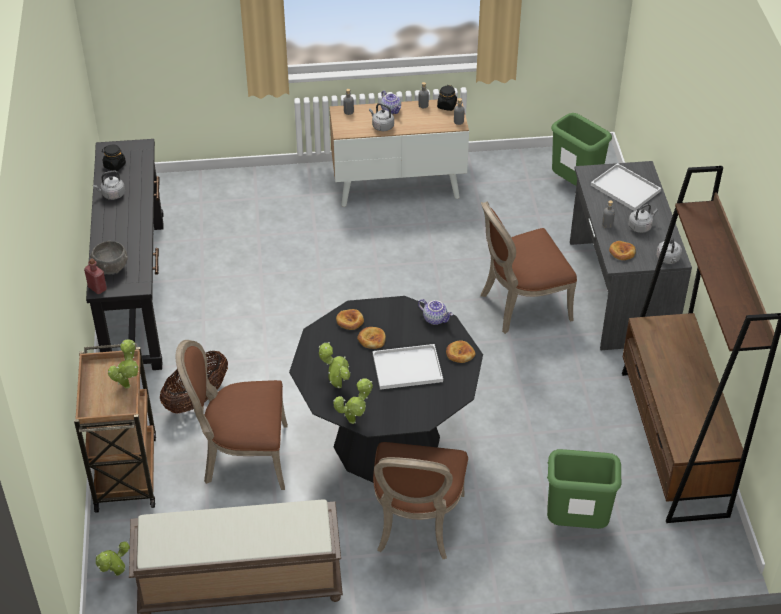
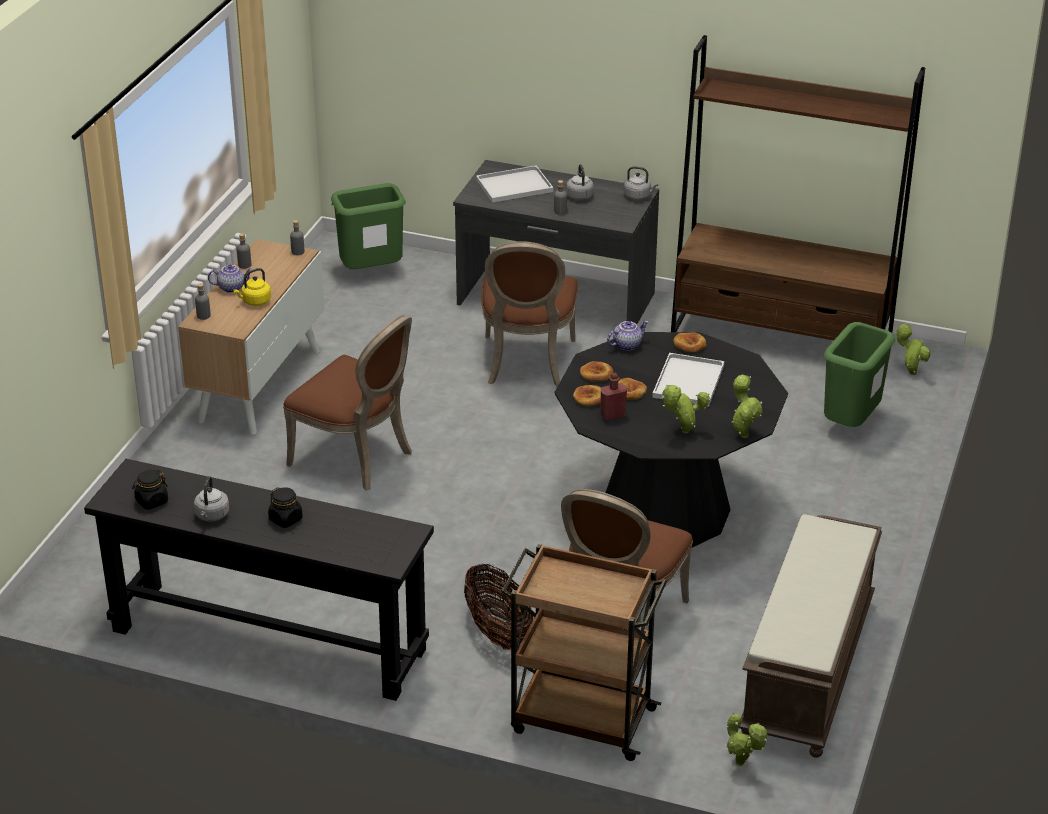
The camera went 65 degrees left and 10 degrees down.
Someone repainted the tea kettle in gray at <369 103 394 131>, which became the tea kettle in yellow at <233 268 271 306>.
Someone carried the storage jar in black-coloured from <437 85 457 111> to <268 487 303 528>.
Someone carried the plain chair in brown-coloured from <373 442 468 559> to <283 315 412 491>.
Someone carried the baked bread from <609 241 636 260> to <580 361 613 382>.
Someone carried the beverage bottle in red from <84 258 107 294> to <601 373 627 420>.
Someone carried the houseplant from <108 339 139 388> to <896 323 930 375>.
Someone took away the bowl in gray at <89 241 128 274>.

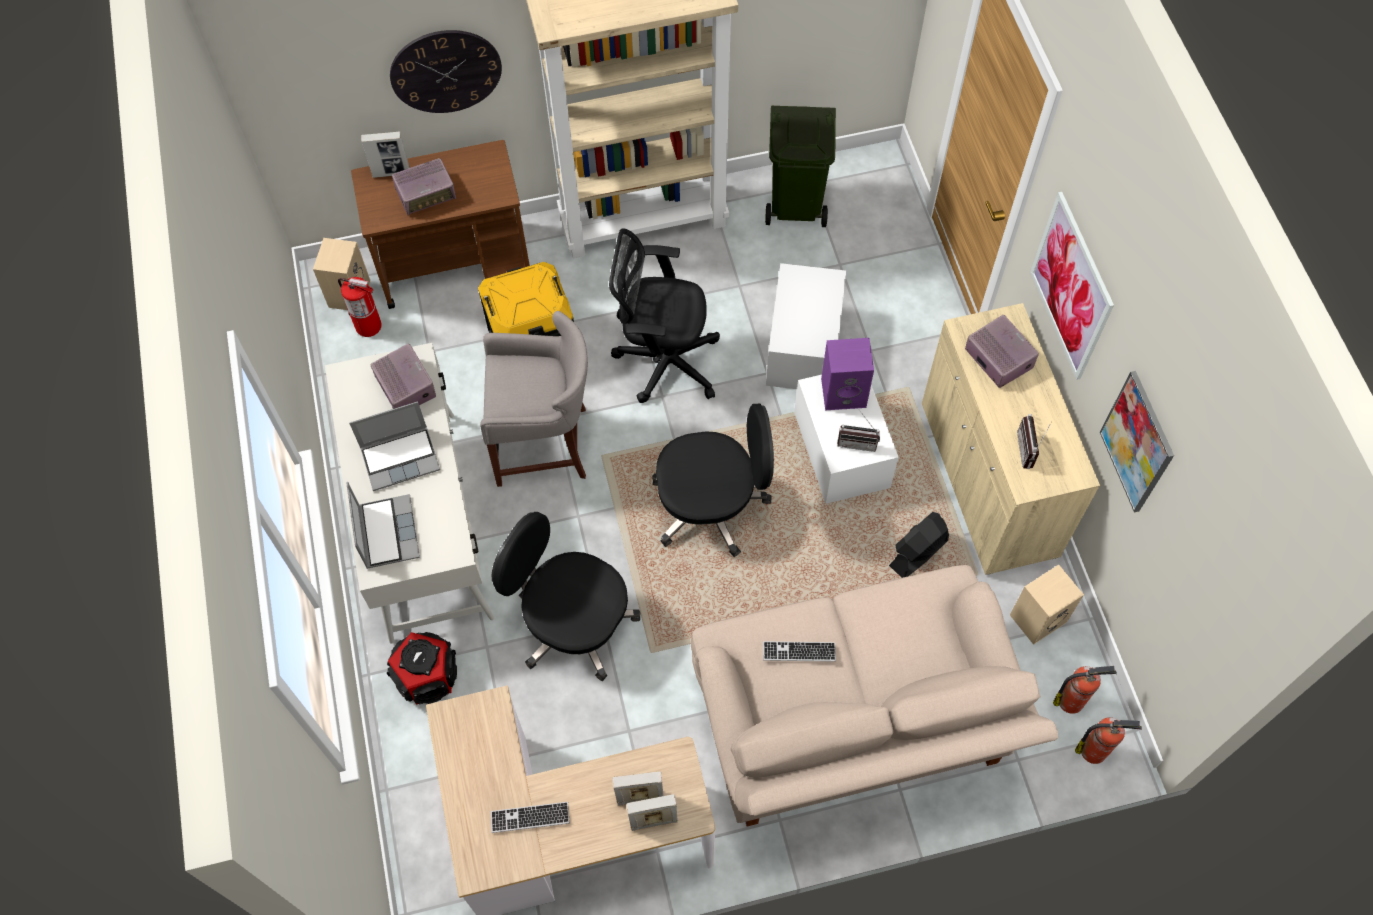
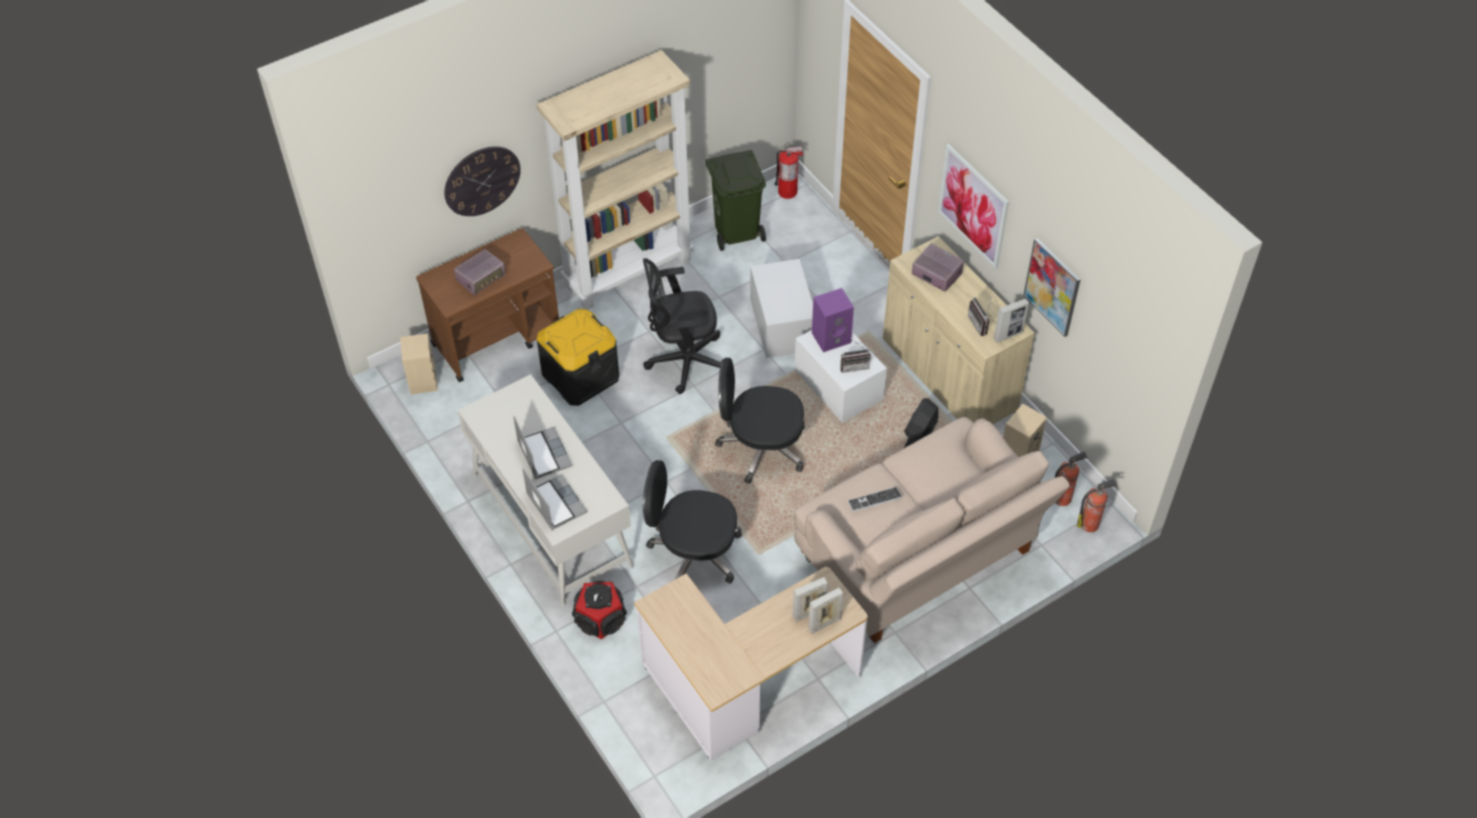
The camera went 20 degrees left and 10 degrees down.
Someone rotated the notebook computer at <349 401 440 491> by 75 degrees counterclockwise.
Someone rotated the desk chair in black-coloured at <652 404 774 557> by 150 degrees counterclockwise.
Someone carried the fire-fighting cylinder from <338 277 382 337> to <775 146 803 199>.
Someone carried the photo frame from <361 131 410 178> to <994 299 1029 343>.
Someone took away the radio set at <371 344 436 409>.
Someone took away the stool seat in gray at <480 311 588 487>.
Someone took away the computer keyboard at <490 802 570 833>.

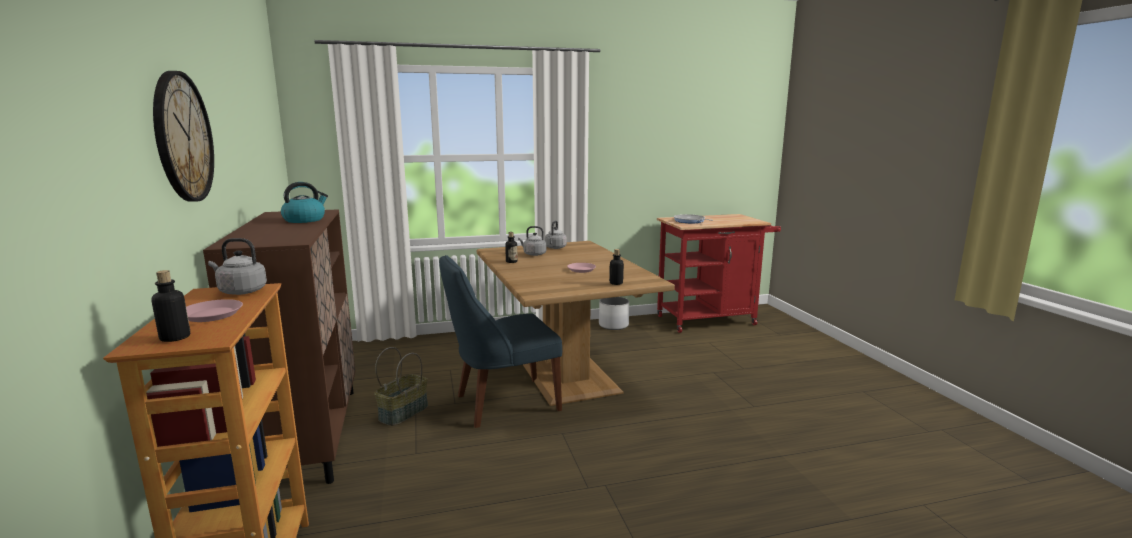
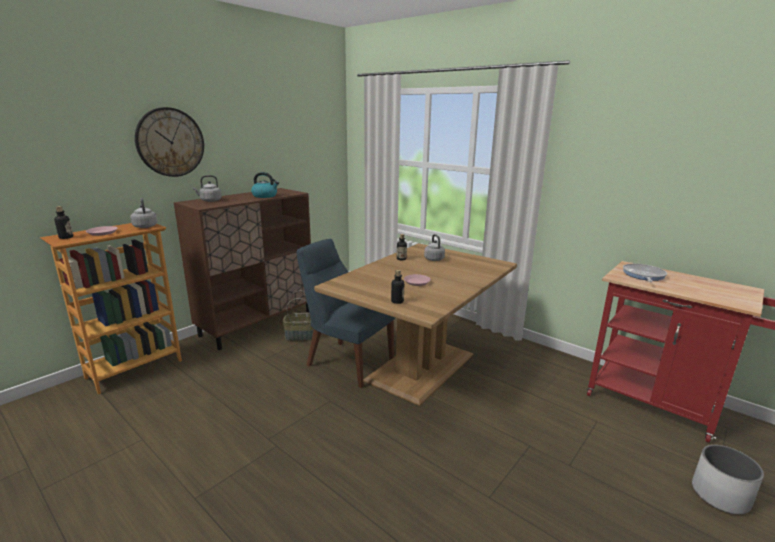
The camera went 55 degrees right and 5 degrees up.
Someone carried the tea kettle in gray from <545 220 567 249> to <193 175 222 202>.
Someone carried the flower pot in white from <599 297 629 330> to <692 445 764 515>.

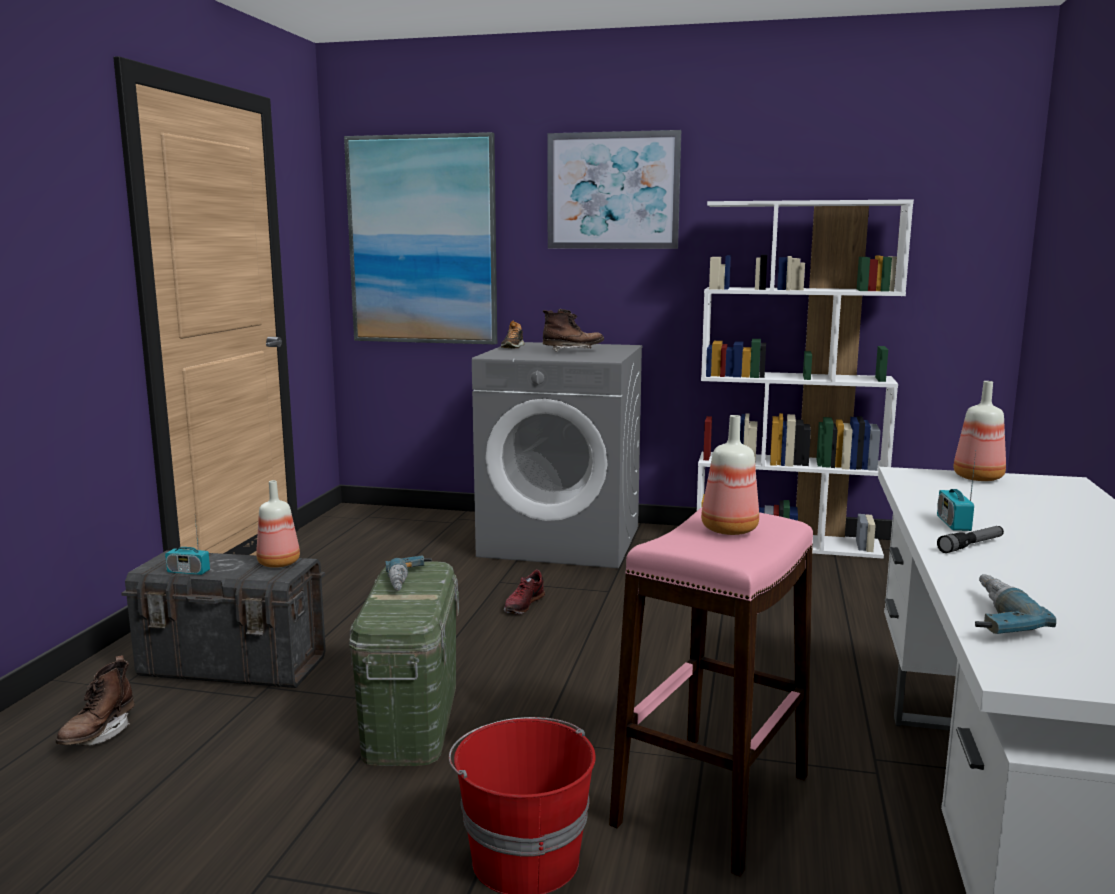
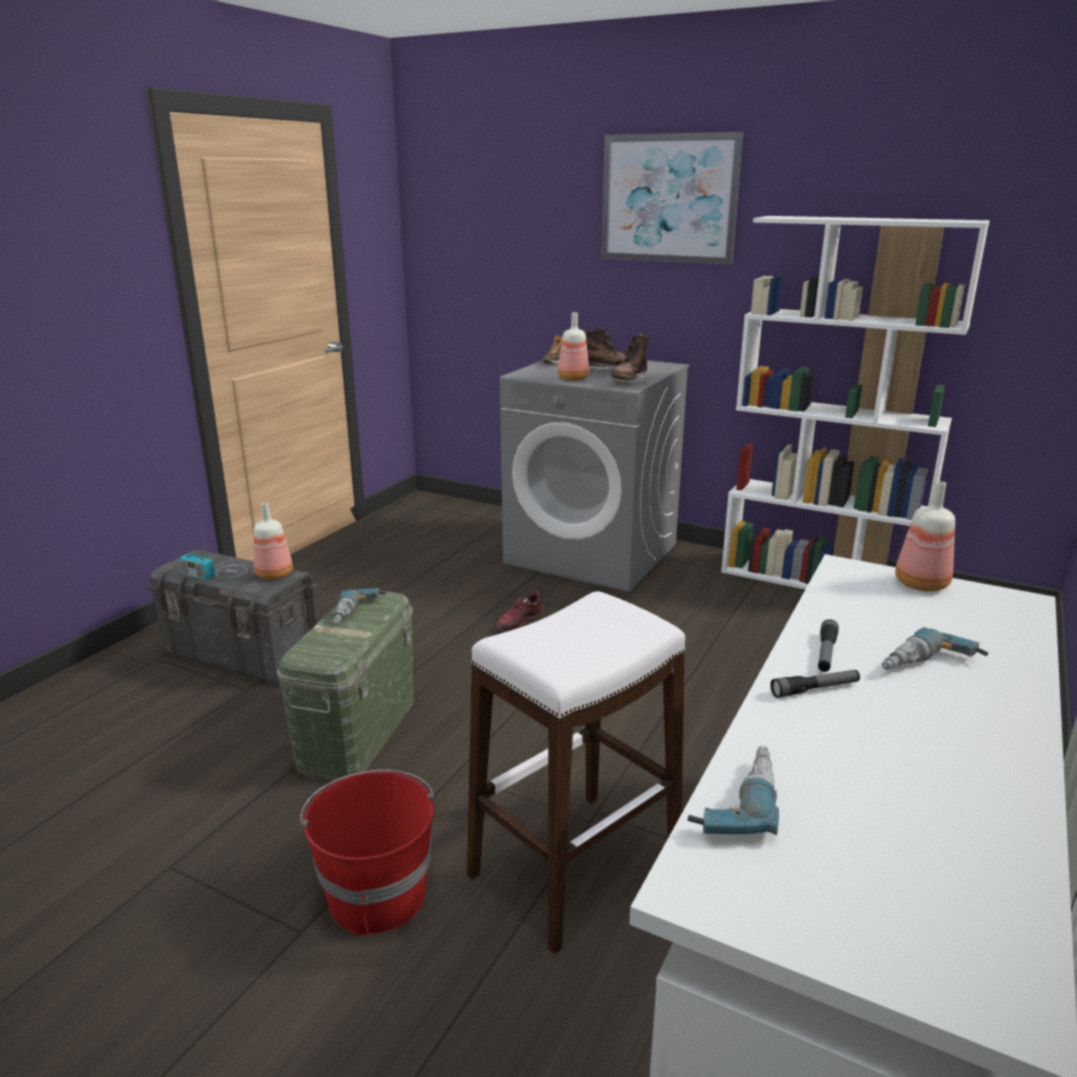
The camera went 15 degrees right and 10 degrees up.
Someone repainted the stool seat in pink-coloured at <609 508 813 877>, which became the stool seat in white at <467 591 685 954>.
Someone carried the beverage bottle from <701 415 759 535> to <558 312 589 381>.
Someone carried the boot in brown-coloured from <56 655 135 746> to <610 333 650 384>.
Someone swapped the radio set at <937 450 976 531> for the hand torch at <818 619 839 672>.
Someone put down the electric drill at <882 627 988 670>.
Someone took away the wall art at <344 132 497 344>.

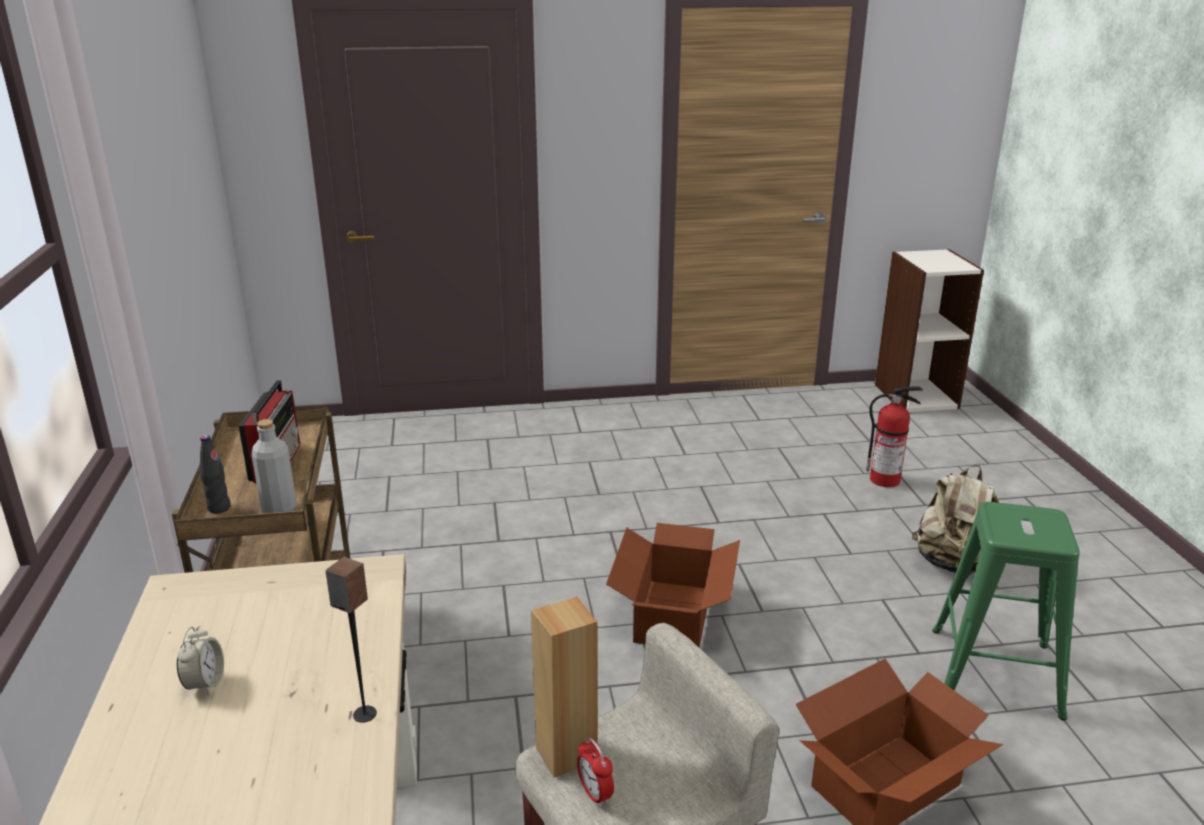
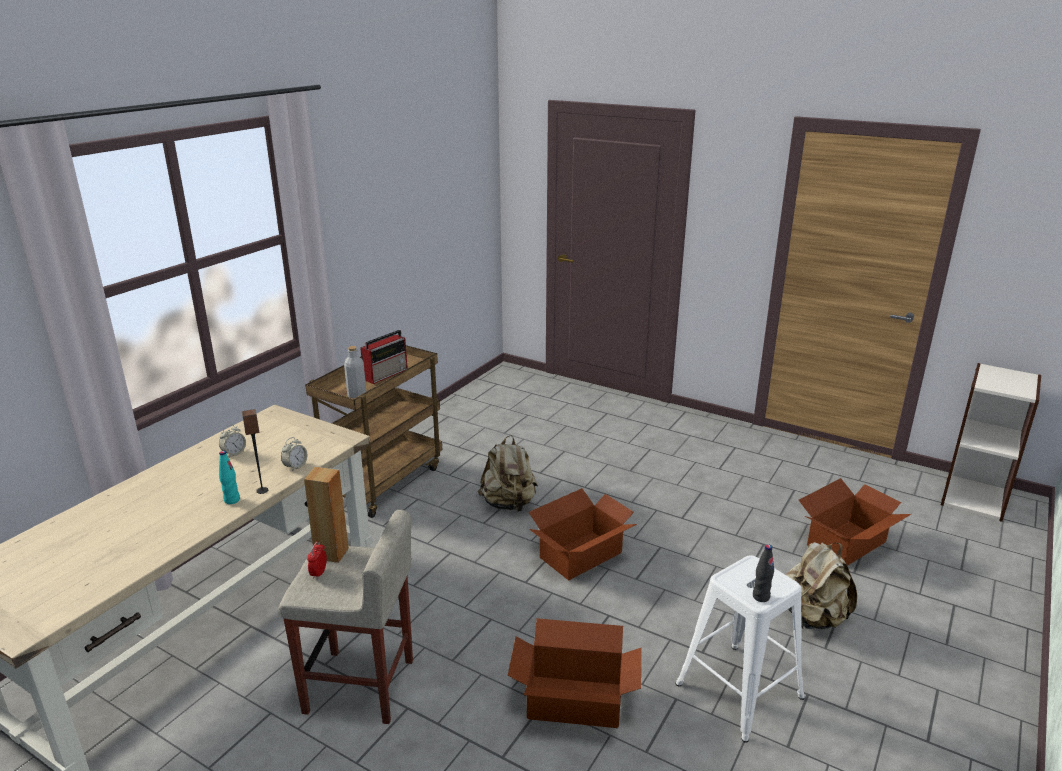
The camera went 40 degrees right and 0 degrees up.
Someone put down the beverage bottle in turquoise at <219 451 240 504>.
Someone put down the bedside clock at <281 437 307 471>.
Someone put down the knapsack in beige-coloured at <478 435 538 512>.
Someone repainted the stool seat in greenish at <932 502 1080 721>, which became the stool seat in white at <675 555 805 743>.
Someone carried the beverage bottle in black-coloured from <200 435 231 513> to <753 544 774 602>.
Someone swapped the fire-fighting cylinder at <866 387 923 487> for the cardboard box at <799 478 911 566>.

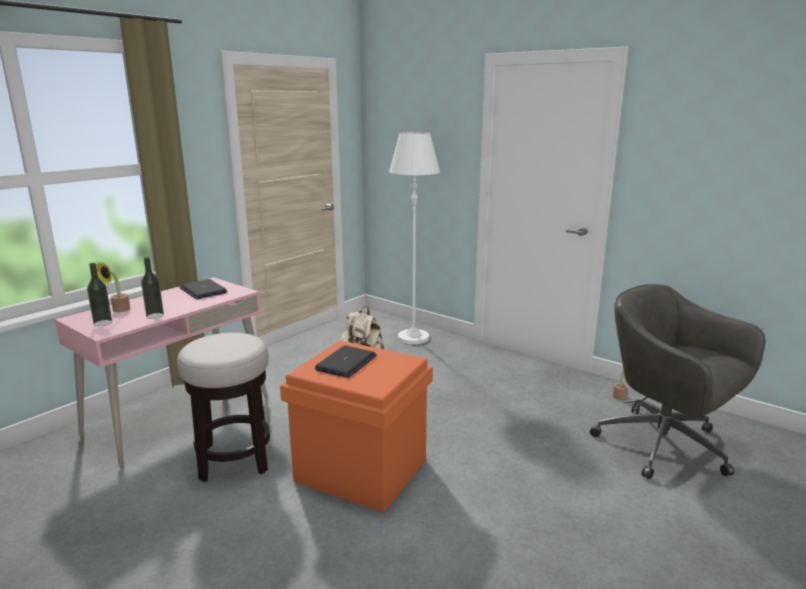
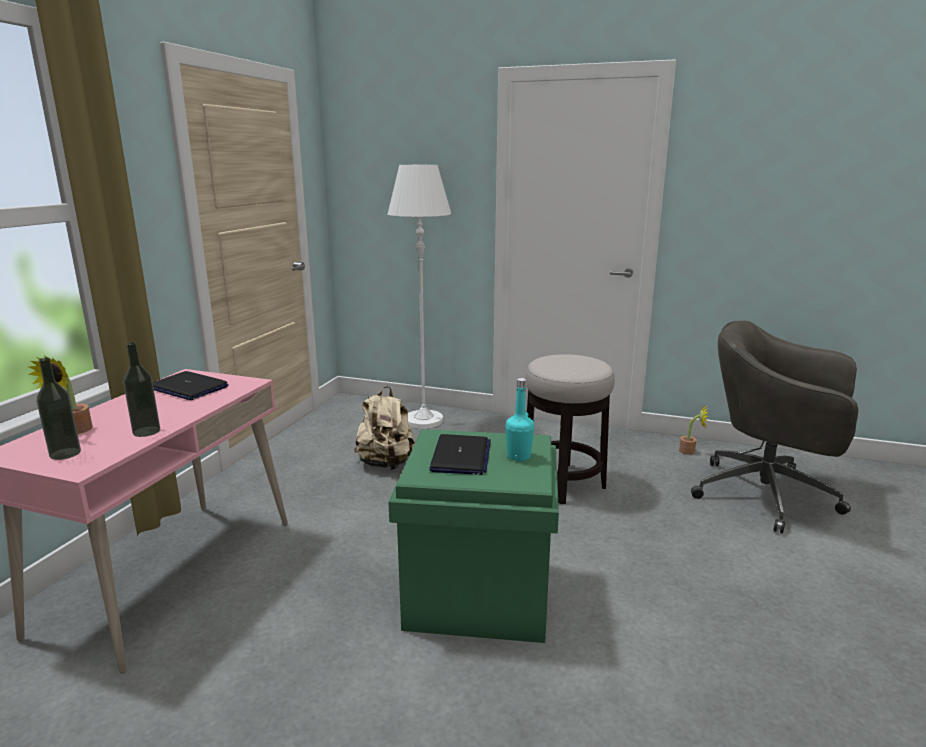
The camera went 20 degrees left and 0 degrees up.
Someone repainted the storage box in orange at <280 340 433 513>, which became the storage box in greenish at <388 429 559 643>.
Someone put down the beverage bottle in turquoise at <506 378 534 461>.
Someone carried the stool seat from <177 333 270 482> to <525 354 615 504>.

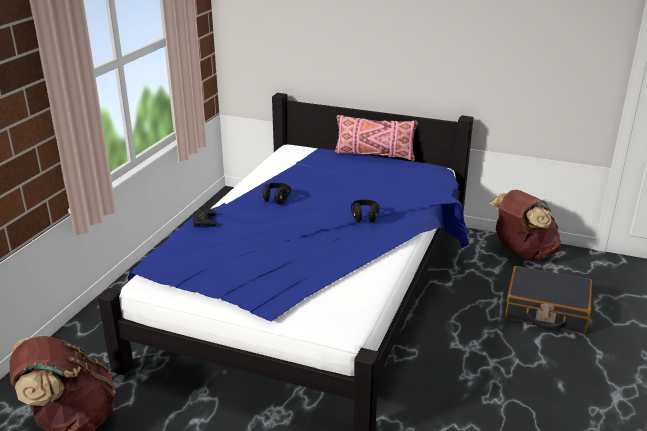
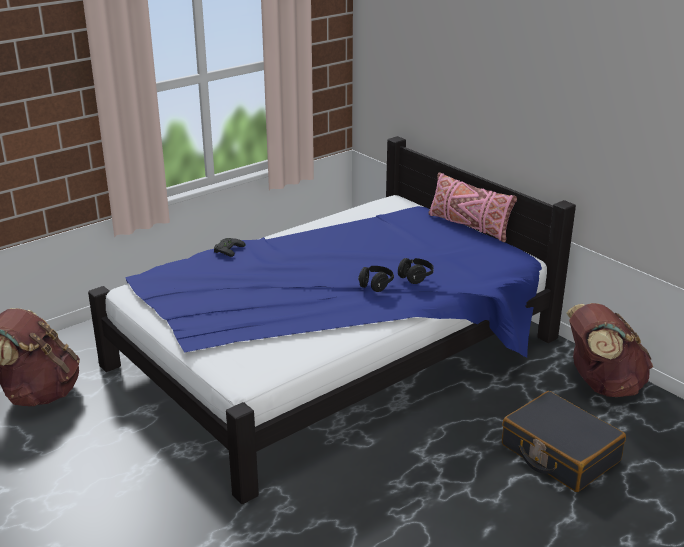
The camera went 30 degrees right and 0 degrees up.
Someone carried the headphones in black-coloured from <262 183 292 204> to <398 258 434 284>.

